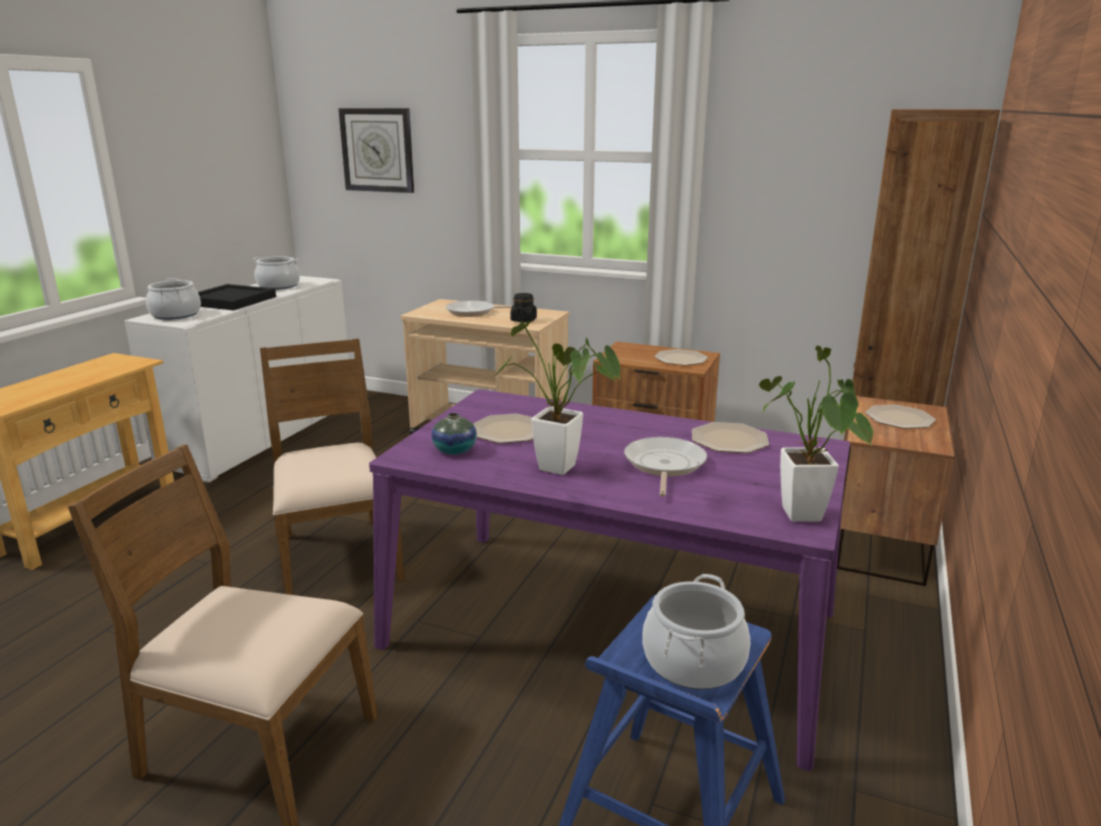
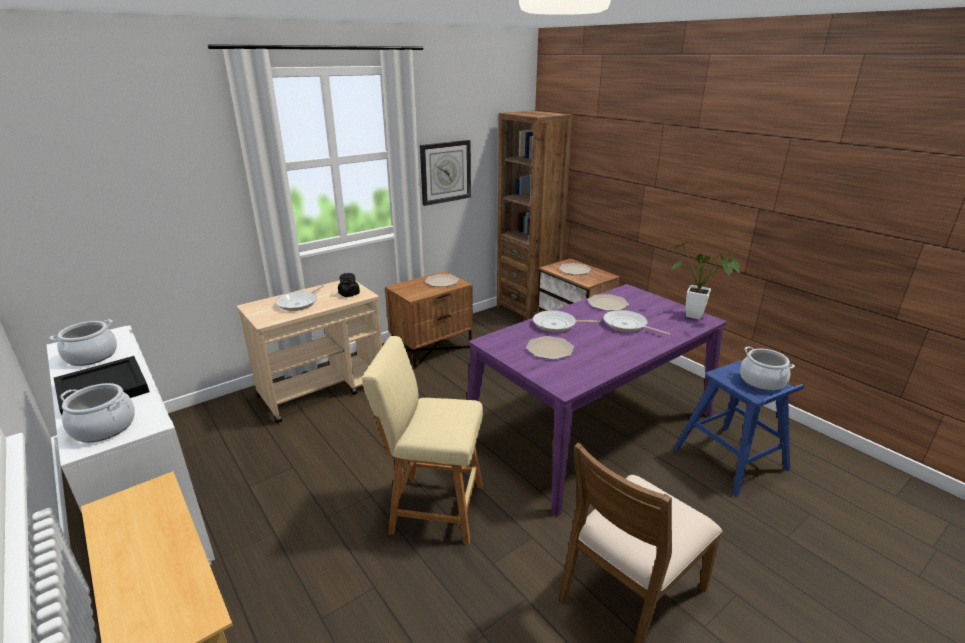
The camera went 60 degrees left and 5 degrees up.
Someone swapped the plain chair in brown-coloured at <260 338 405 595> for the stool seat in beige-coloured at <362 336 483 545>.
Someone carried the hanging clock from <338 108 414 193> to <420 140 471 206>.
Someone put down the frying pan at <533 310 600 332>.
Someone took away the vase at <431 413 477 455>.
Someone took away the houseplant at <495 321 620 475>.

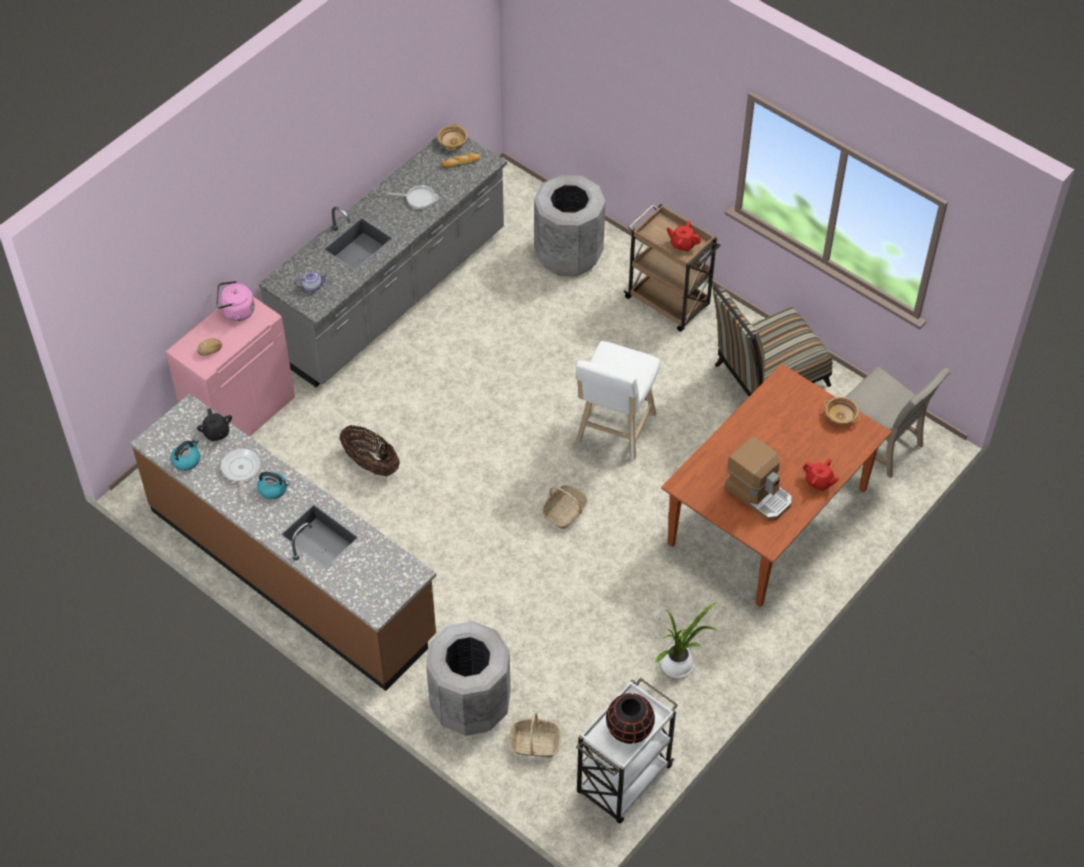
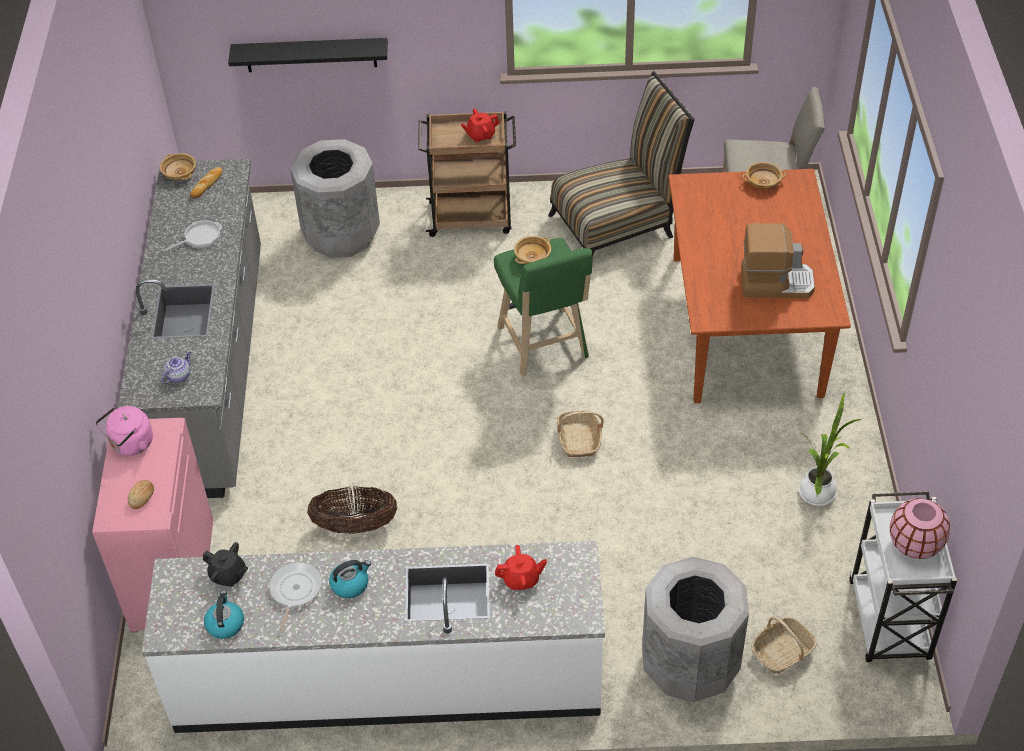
The camera went 40 degrees left and 5 degrees down.
Someone repainted the kitchen counter in brown-coloured at <131 393 436 691>, which became the kitchen counter in white at <142 541 605 733>.
Someone put up the wall shelf in black-coloured at <228 38 388 72>.
Someone rotated the frying pan at <221 448 261 500> by 60 degrees clockwise.
Someone repainted the stool seat in white at <576 341 661 460>, which became the stool seat in greenish at <494 238 593 376>.
Someone carried the teapot in red from <803 459 839 491> to <495 545 547 590>.
Someone put down the bowl in beige-coloured at <514 236 551 264>.
Someone rotated the plain chair at <712 285 832 396> by 135 degrees counterclockwise.
Someone repainted the vase in black-coloured at <606 693 655 744>, which became the vase in pink-coloured at <890 498 950 559>.

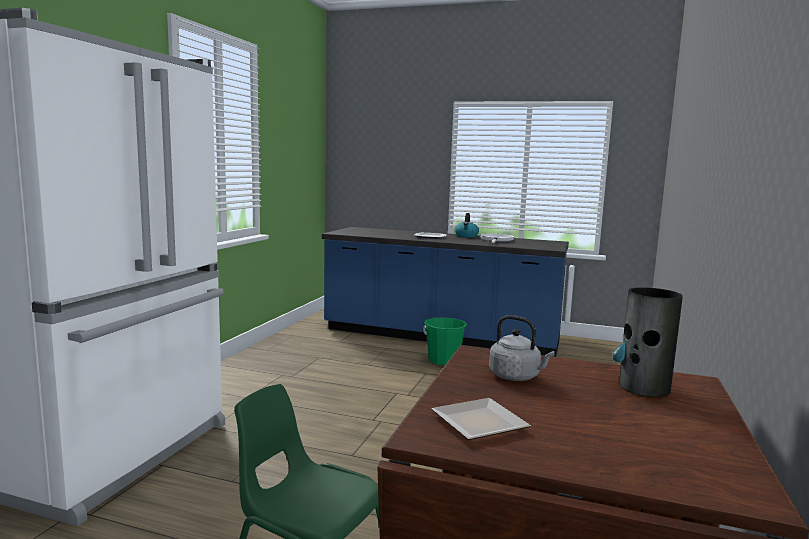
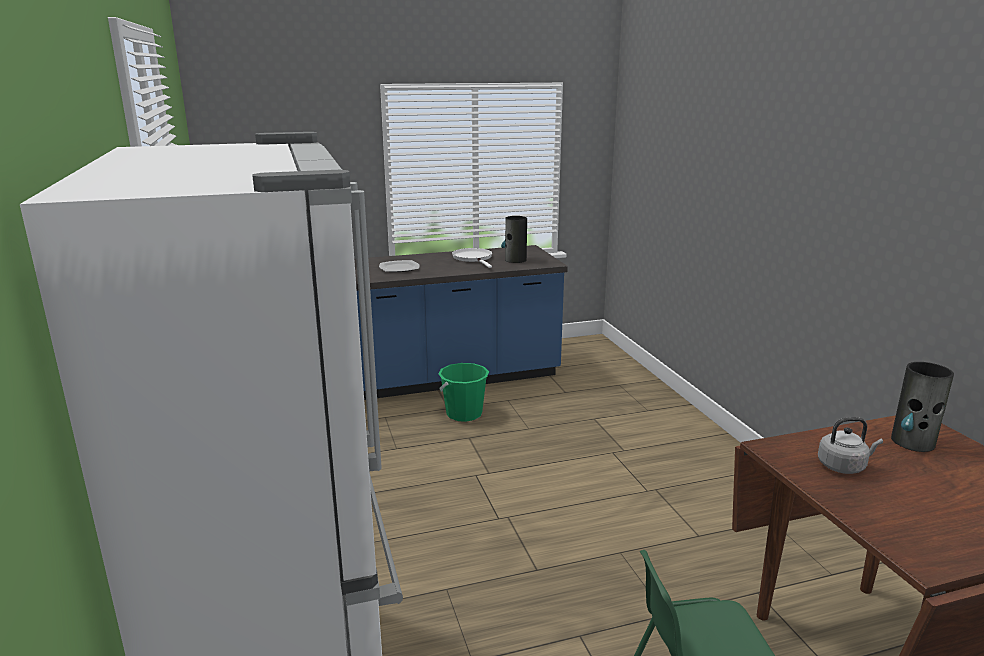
The camera went 35 degrees left and 10 degrees up.
Someone put down the vase at <501 216 527 263>.
Someone took away the dinner plate at <432 398 531 440>.
Someone took away the tea kettle at <455 213 479 237>.

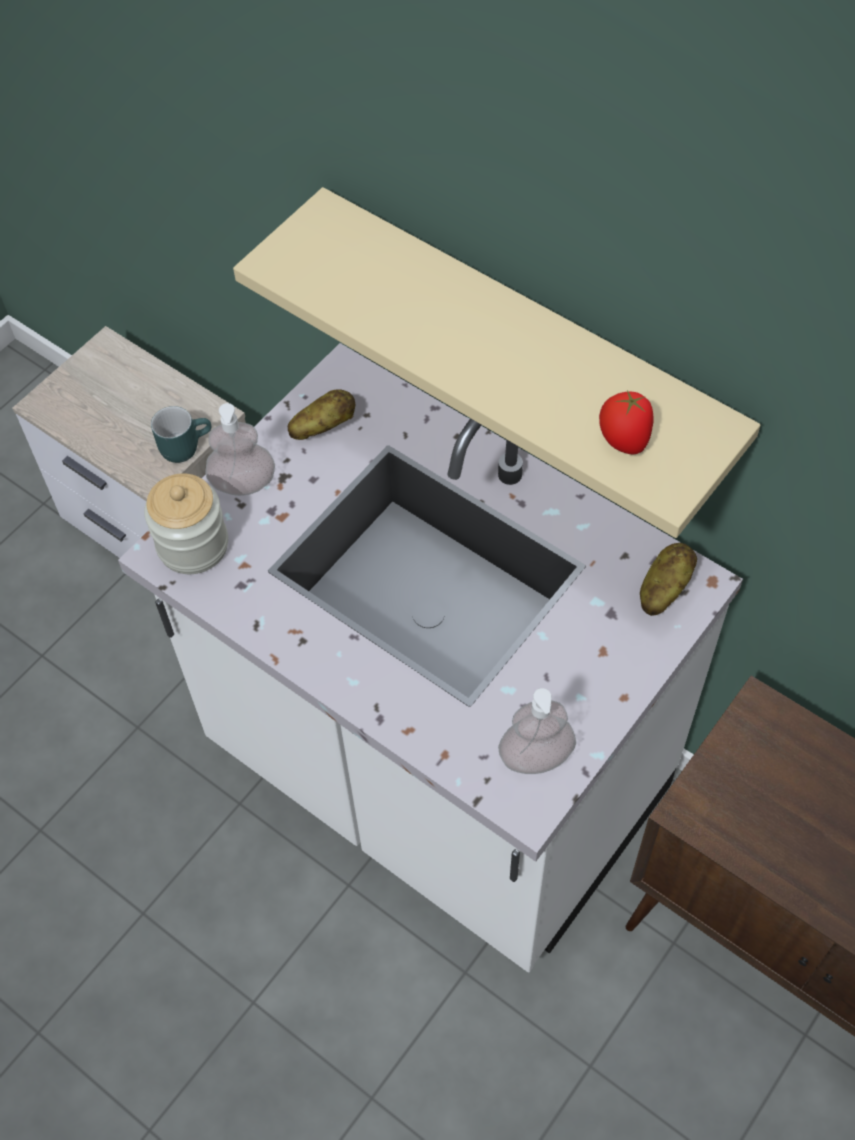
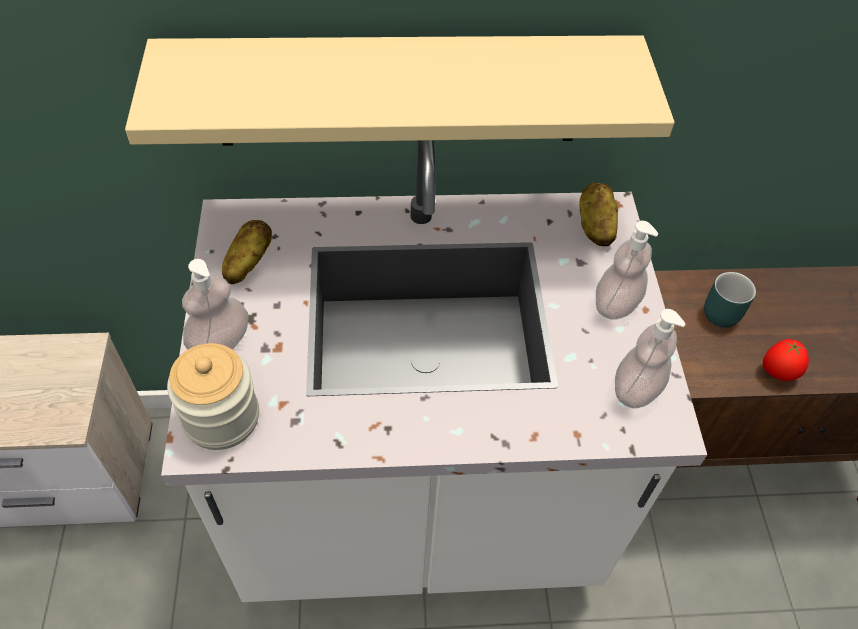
The camera went 45 degrees left and 5 degrees down.
Someone put down the soap bottle at <596 221 658 320>.
Someone carried the tea mug in turquoise from <151 406 211 463> to <704 272 756 328>.
Someone carried the whole tomato from <599 390 654 455> to <763 339 809 381>.

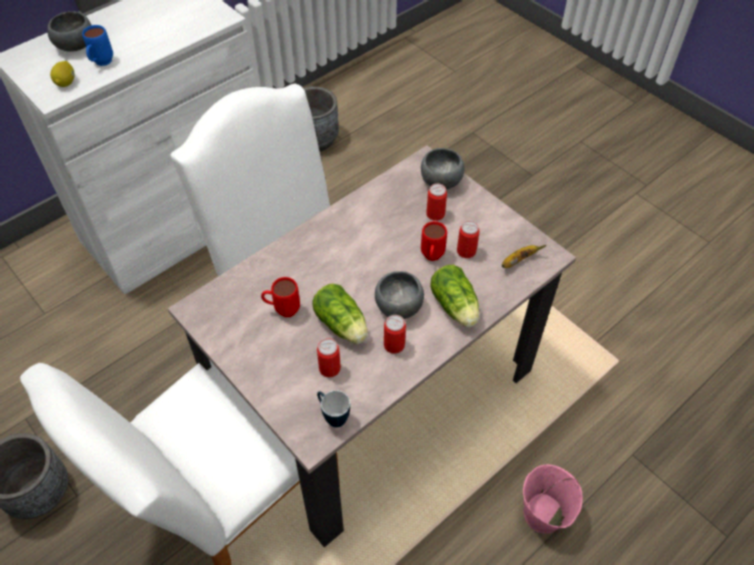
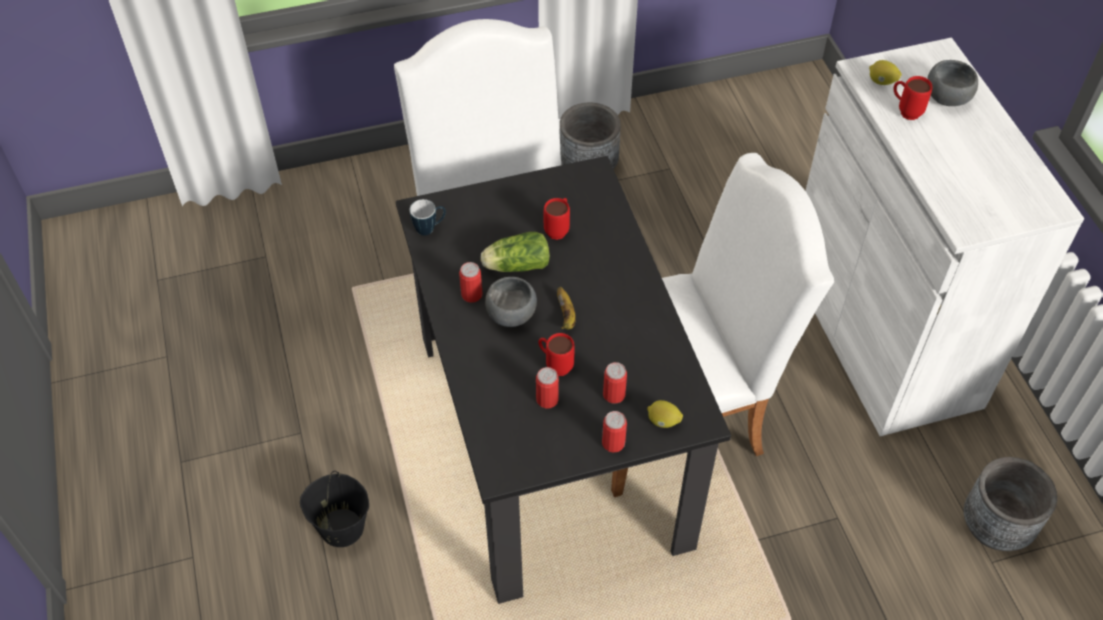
The camera went 115 degrees right and 0 degrees up.
Someone repainted the bucket in pink-coloured at <523 464 583 534>, which became the bucket in black-coloured at <300 471 369 547>.
Someone repainted the kitchen table in beige-coloured at <168 145 576 547>, which became the kitchen table in black-coloured at <396 156 731 604>.
Someone carried the banana from <502 245 546 268> to <557 287 576 329>.
Someone carried the sealed can from <317 338 341 377> to <602 411 627 453>.
Someone swapped the bowl in gray at <421 148 464 189> for the lemon at <647 400 683 428>.
Someone repainted the tea mug in blue at <82 25 113 66>, which became the tea mug in red at <893 76 932 120>.
Someone took away the head of lettuce at <430 265 480 327>.

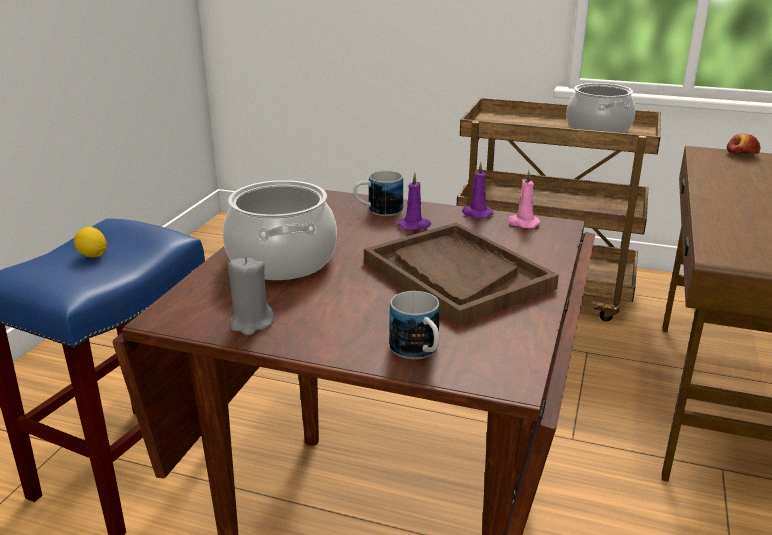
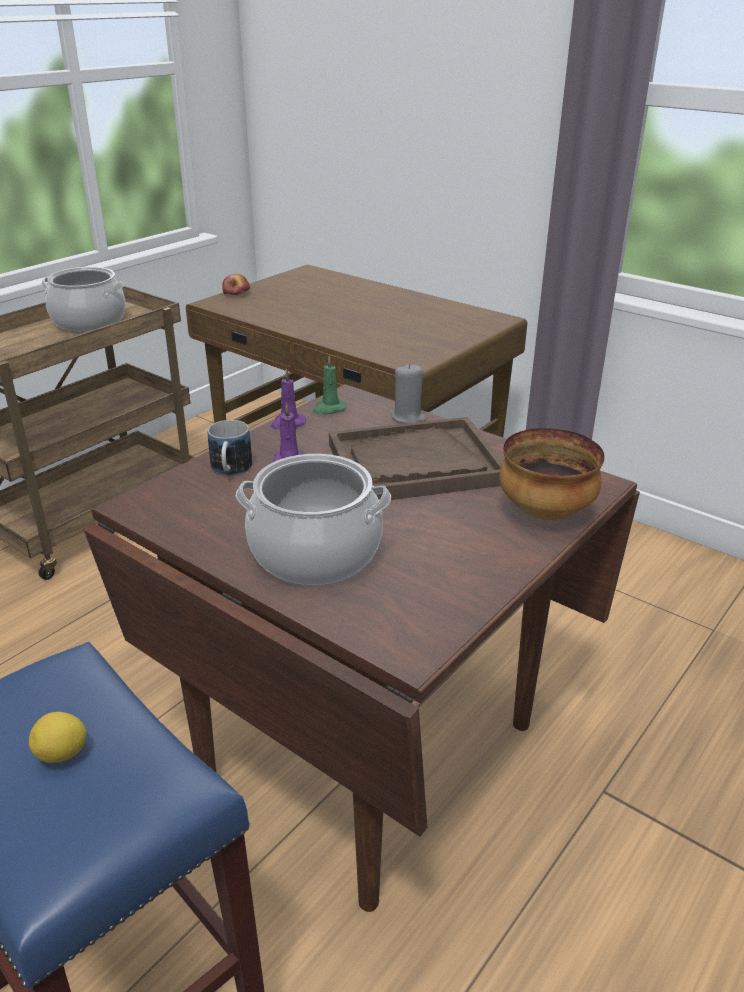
The camera went 70 degrees left and 5 degrees up.
Someone repainted the wax light in pink-coloured at <507 170 541 228>, which became the wax light in greenish at <313 356 347 415>.
Someone carried the wax light in gray from <228 257 274 336> to <391 363 427 424>.
Someone swapped the tea mug at <389 291 440 359> for the bowl at <499 428 605 520>.

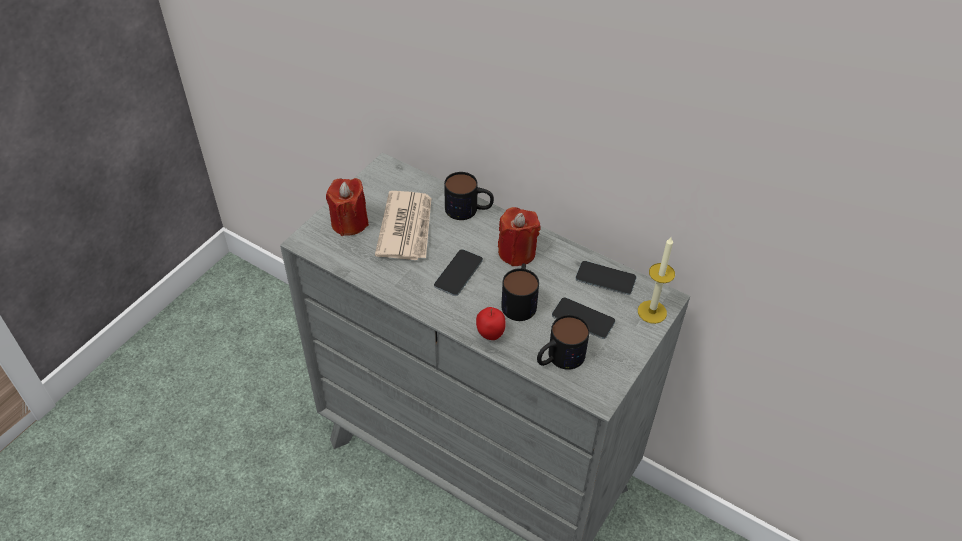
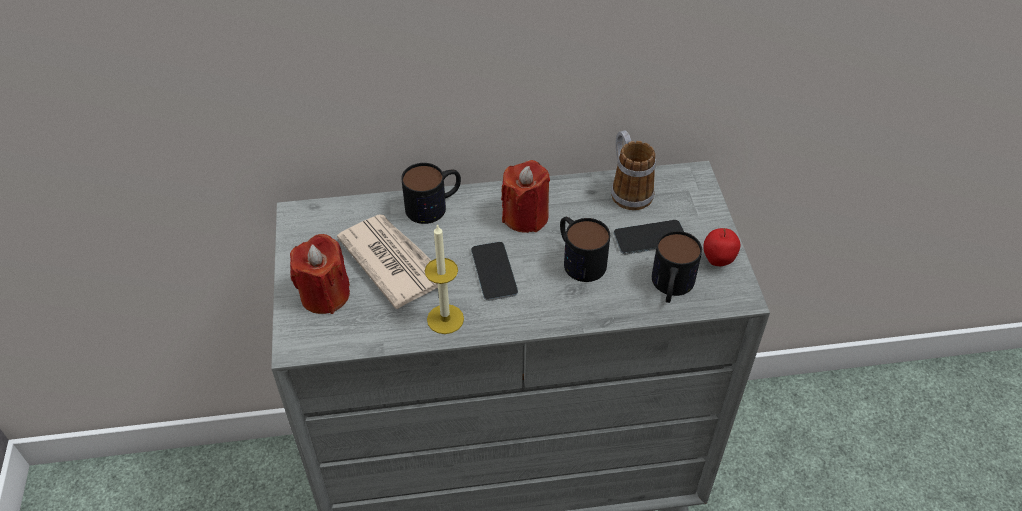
The camera went 40 degrees left and 0 degrees up.
Someone carried the wax light from <638 237 675 324> to <425 224 464 334>.
Someone swapped the handset at <576 261 636 295> for the tea mug at <611 131 656 210>.
Someone carried the apple from <476 307 506 340> to <703 228 740 266>.

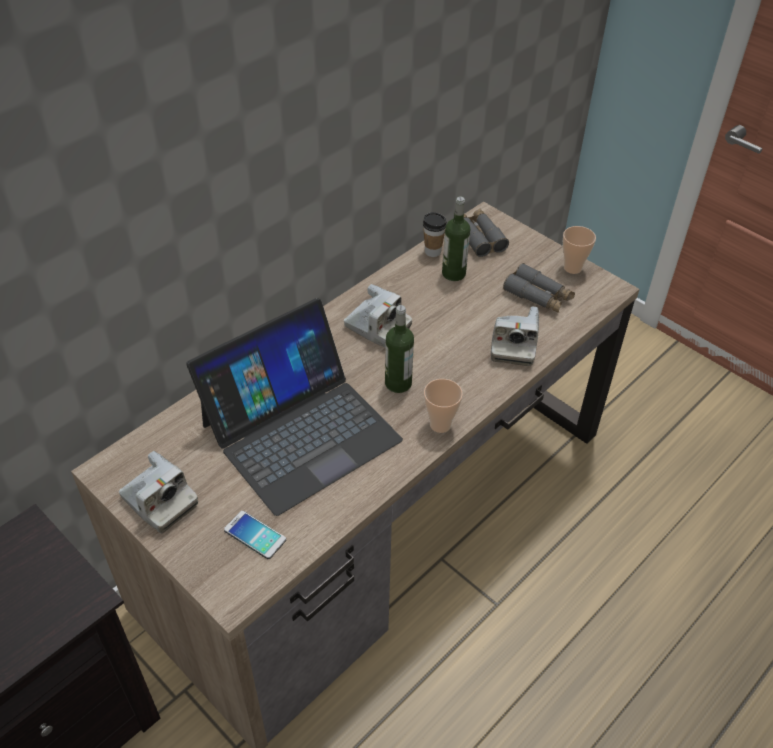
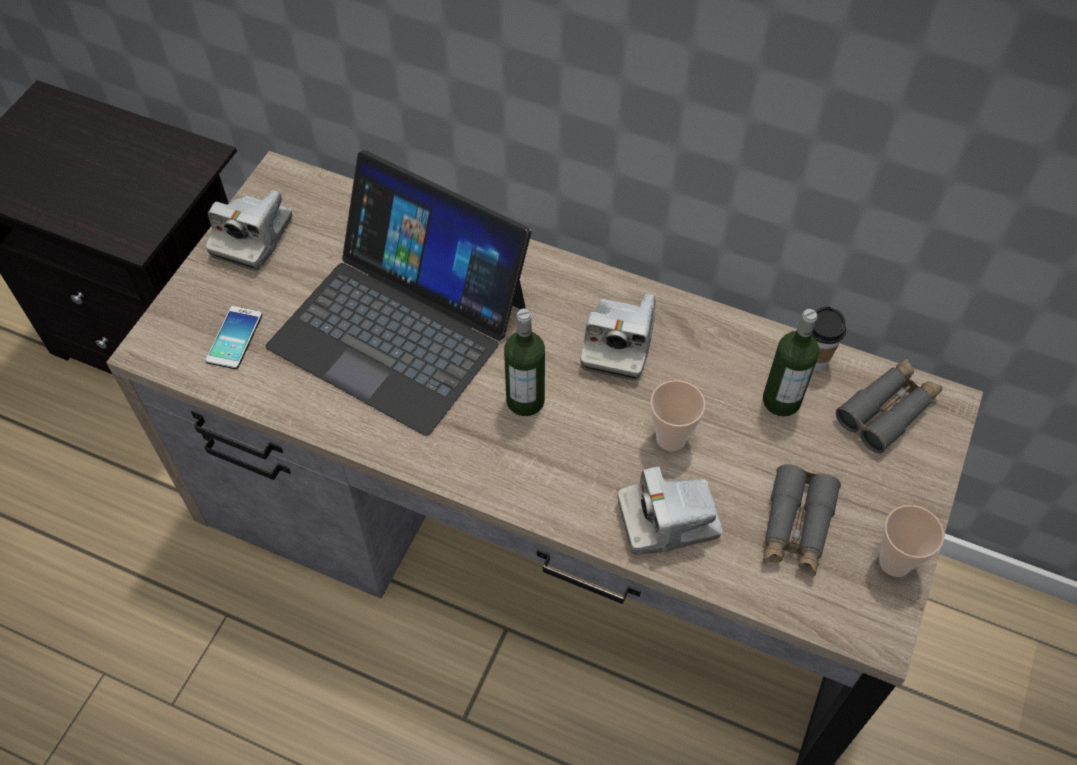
The camera went 70 degrees right and 10 degrees up.
Someone carried the small cup from <424 379 463 433> to <650 380 705 451>.

